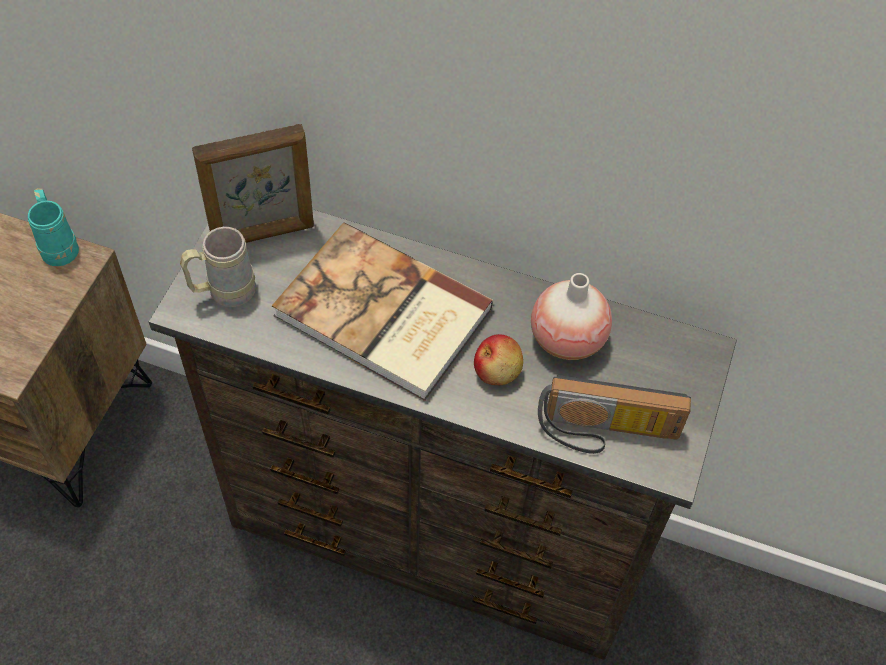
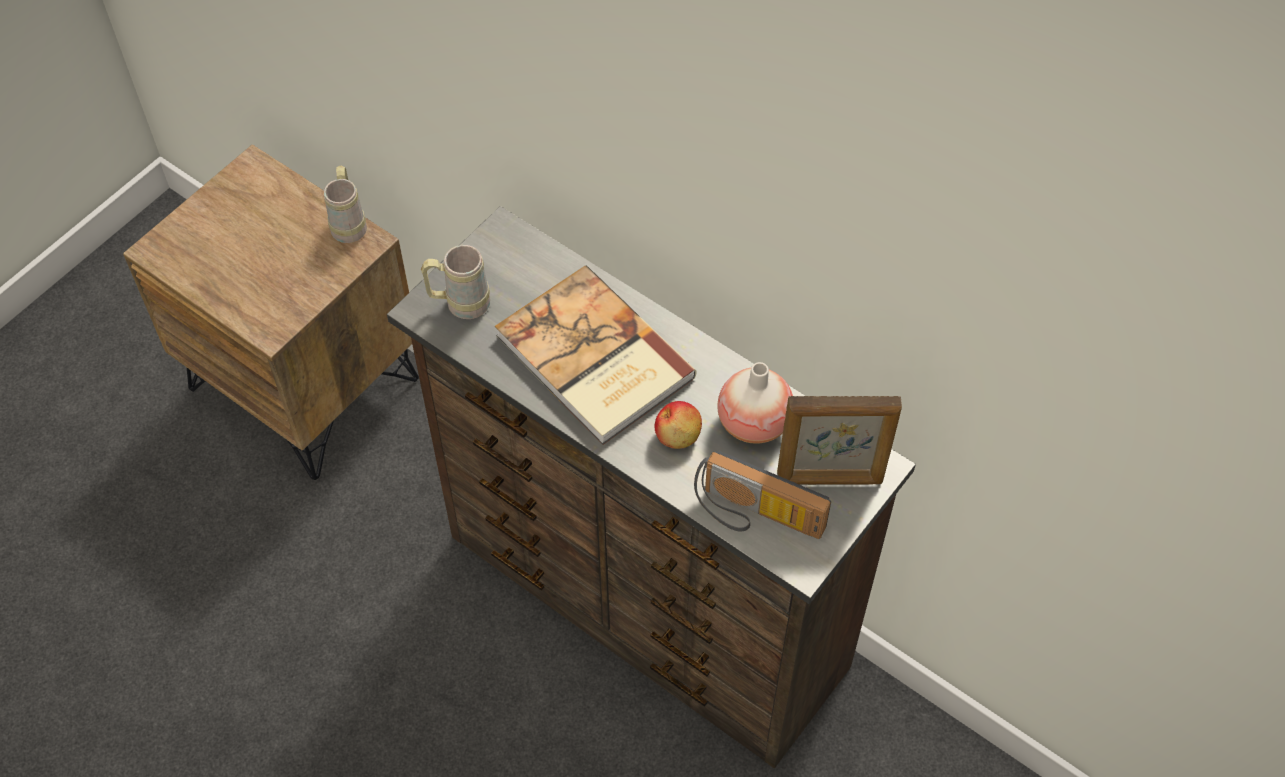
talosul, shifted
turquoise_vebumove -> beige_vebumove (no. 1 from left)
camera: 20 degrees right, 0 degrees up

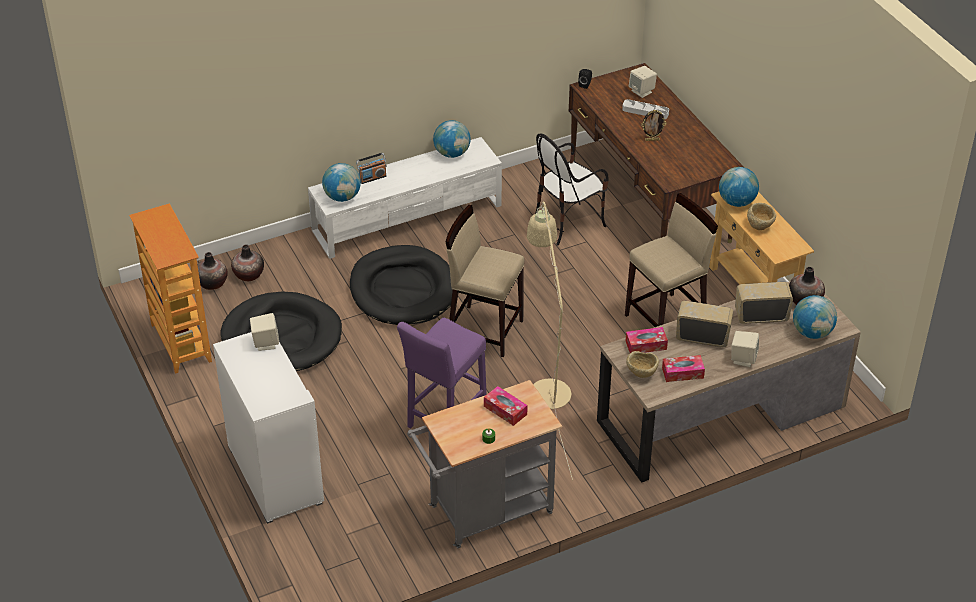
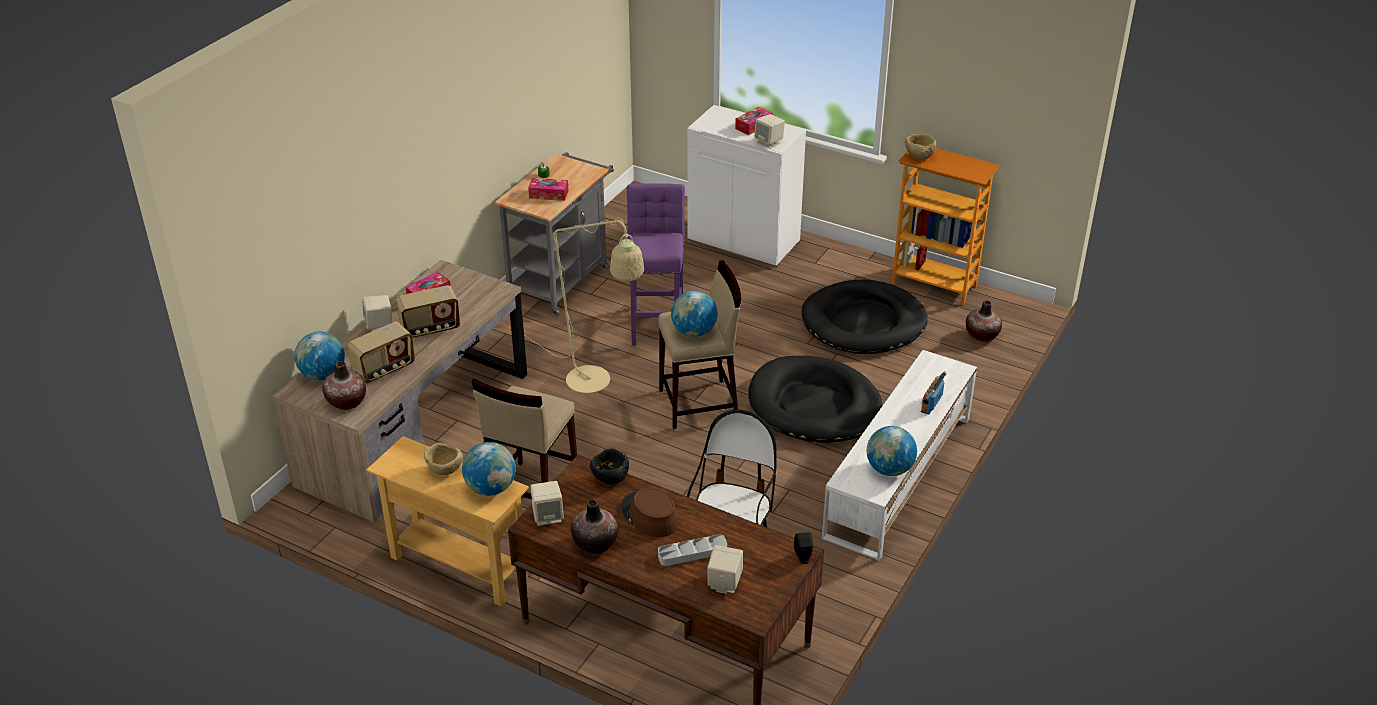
none -> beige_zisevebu (no. 2 from left)
none -> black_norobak
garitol (no. 2 from left), shifted
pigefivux (no. 1 from left in the first image) -> pigefivux (no. 3 from left), shifted
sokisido (no. 2 from left in the first image) -> sokisido (no. 3 from left), shifted
beige_norobak (no. 1 from left in the first image) -> beige_norobak (no. 2 from left), shifted
talosul -> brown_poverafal
camera: 145 degrees right, 5 degrees down

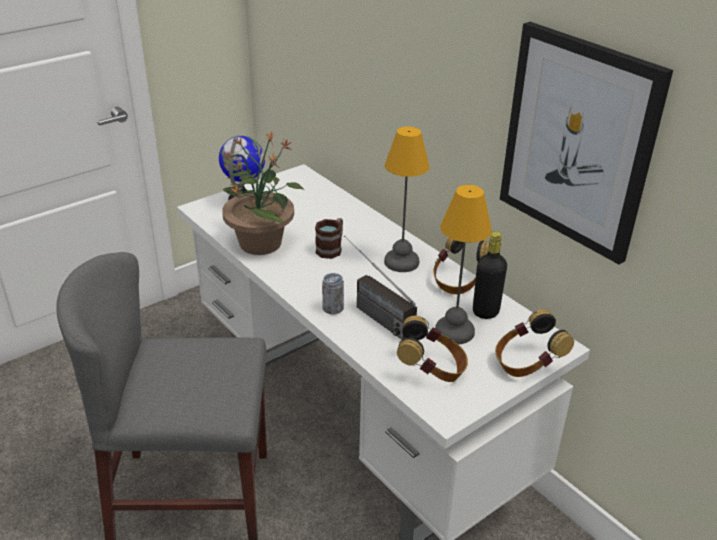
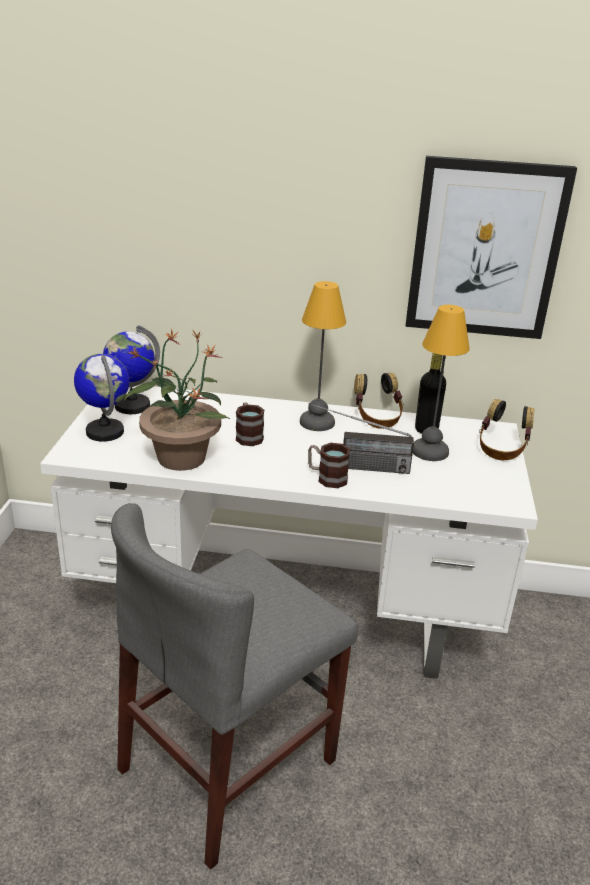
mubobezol (no. 1 from left) -> none
none -> pigefivux (no. 2 from left)
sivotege -> vebumove (no. 2 from left)
camera: 45 degrees left, 5 degrees down

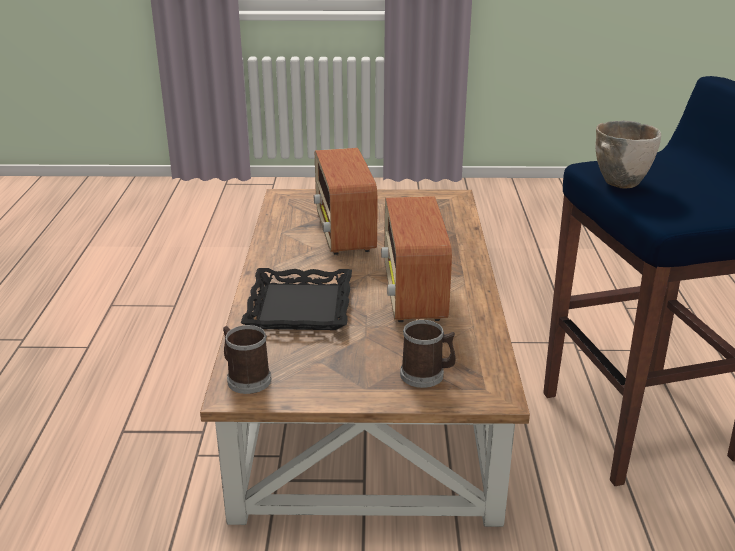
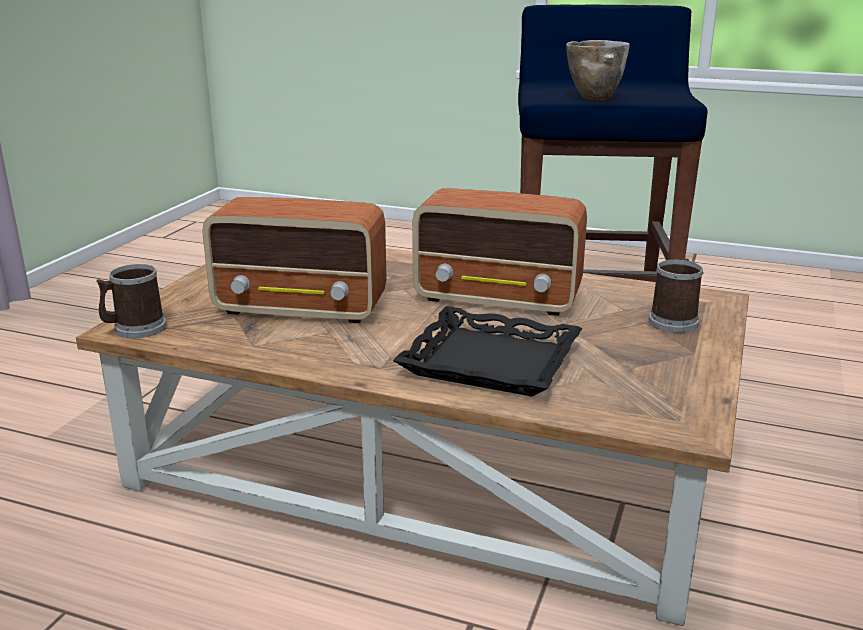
vebumove (no. 1 from left), shifted
camera: 70 degrees left, 5 degrees down

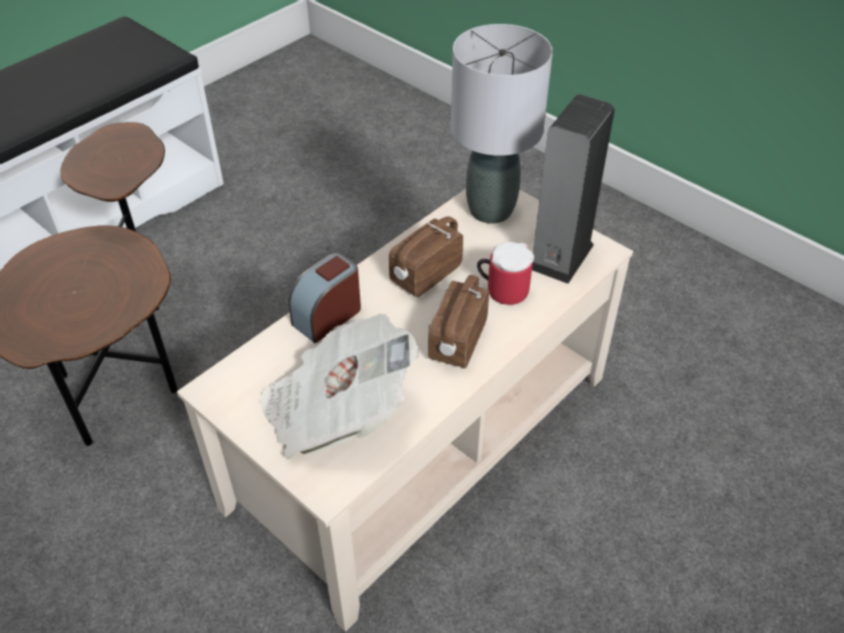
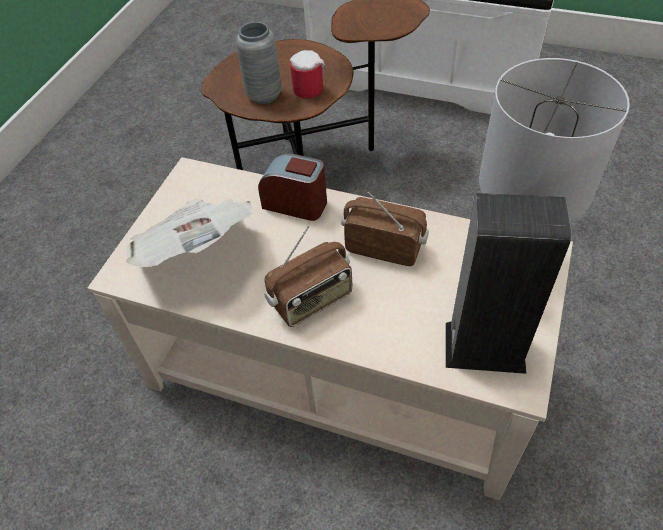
none -> grey_garitol
vebumove, shifted
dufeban (no. 2 from left in the first image) -> dufeban (no. 1 from left), 150 degrees clockwise
camera: 70 degrees right, 5 degrees up

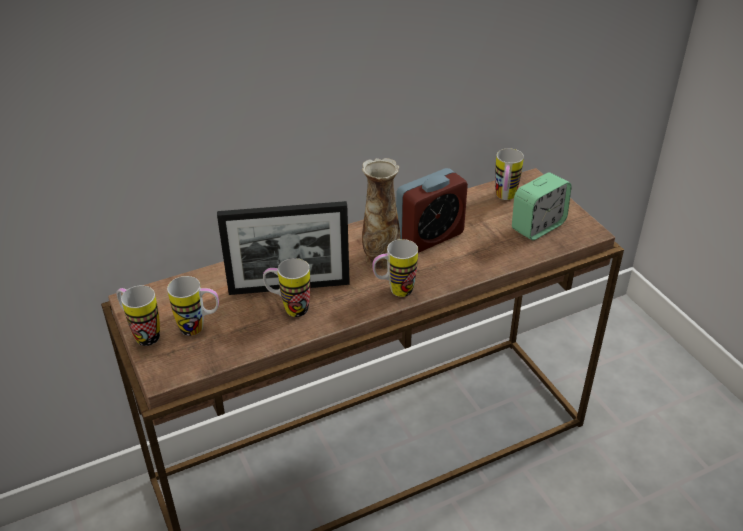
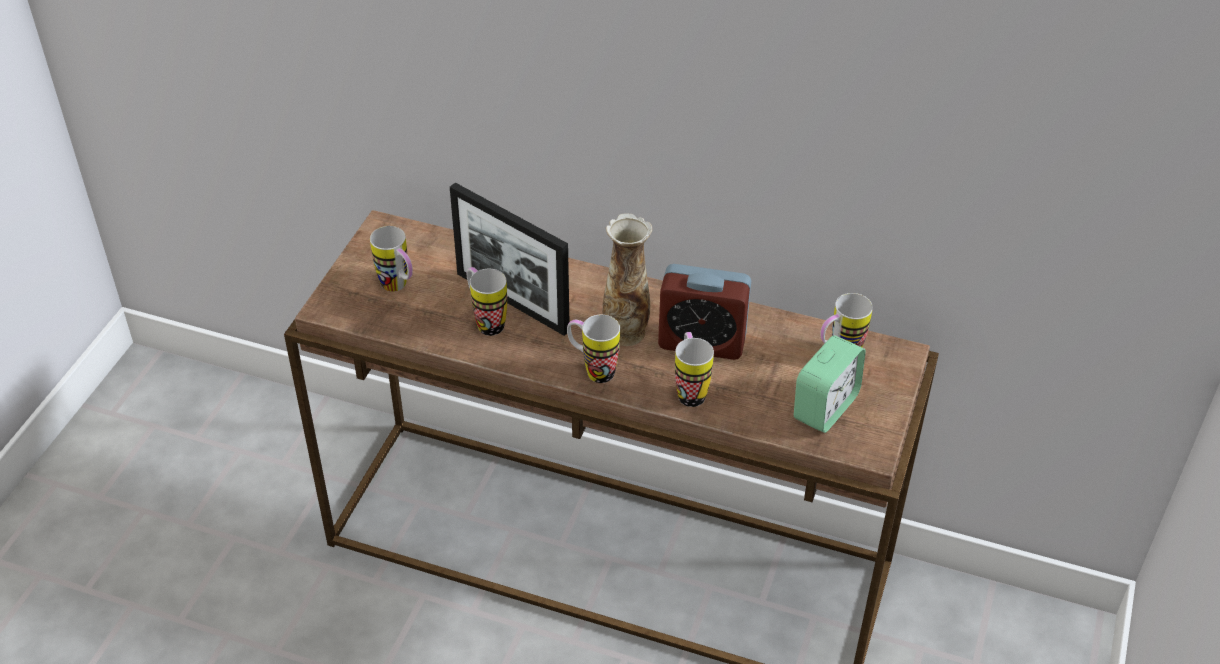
vebumove (no. 1 from left in the first image) -> vebumove (no. 4 from left), shifted
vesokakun (no. 2 from left), 60 degrees counterclockwise
camera: 45 degrees right, 5 degrees up

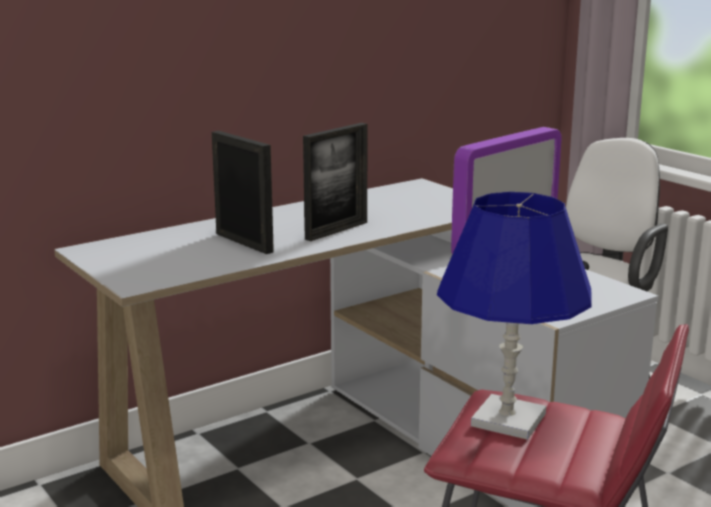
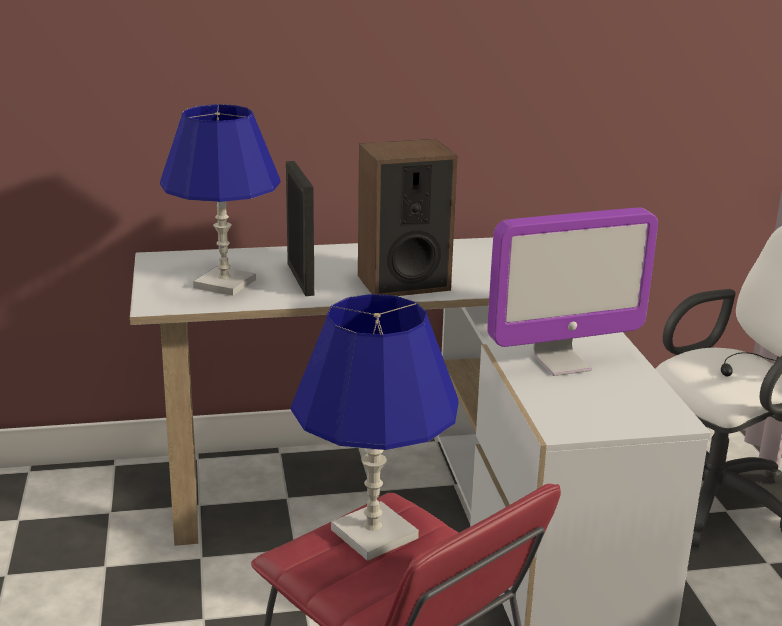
none -> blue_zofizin (no. 1 from left)
talosul (no. 2 from left) -> zisevebu
camera: 25 degrees right, 5 degrees up

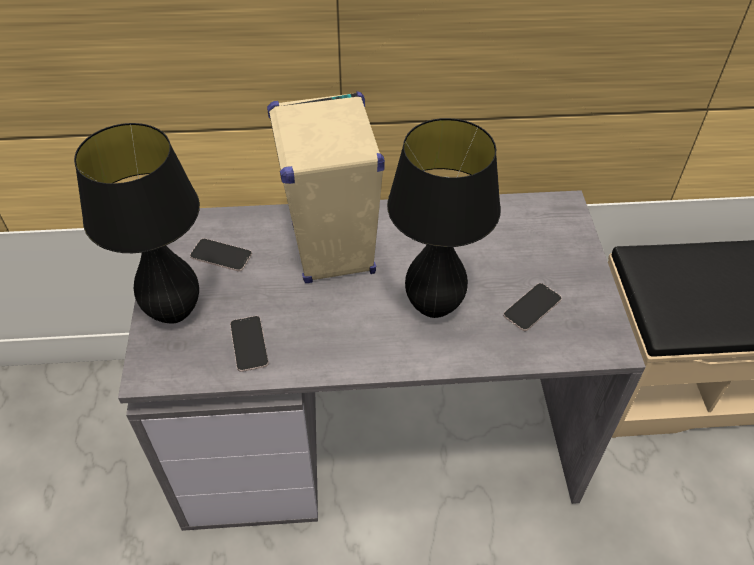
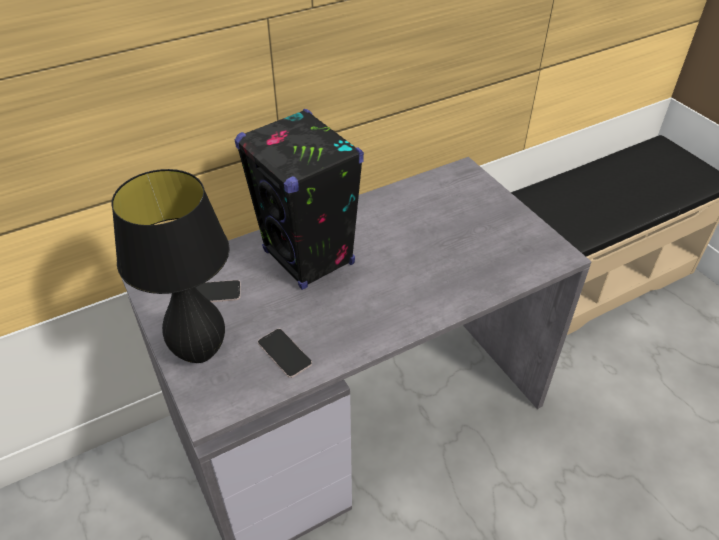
black_zofizin (no. 2 from left) -> none
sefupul (no. 3 from left) -> none
beige_zisevebu -> black_zisevebu
camera: 25 degrees left, 5 degrees down

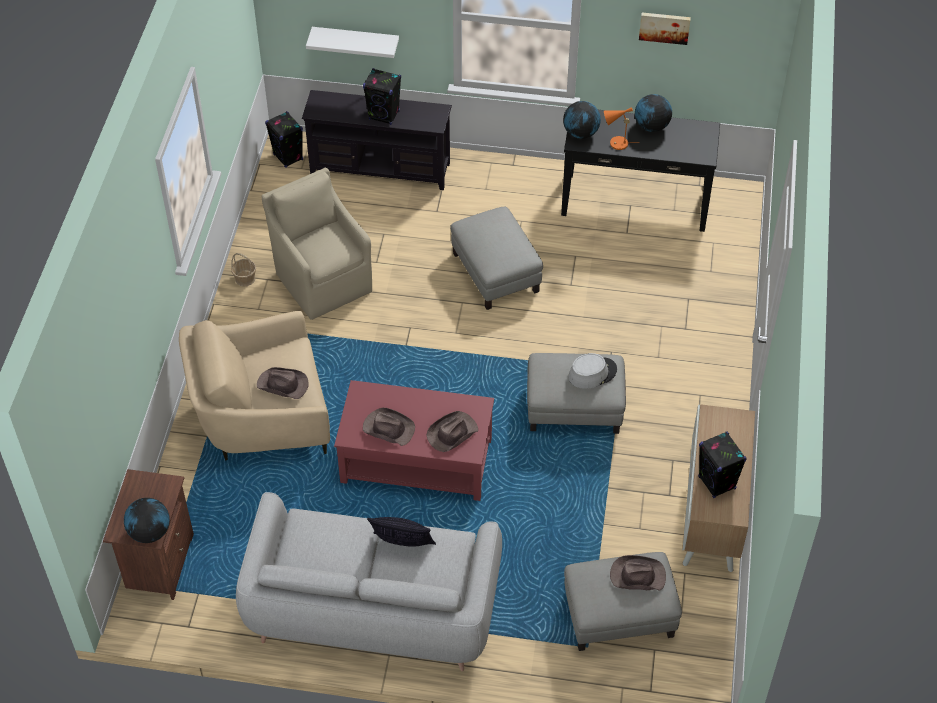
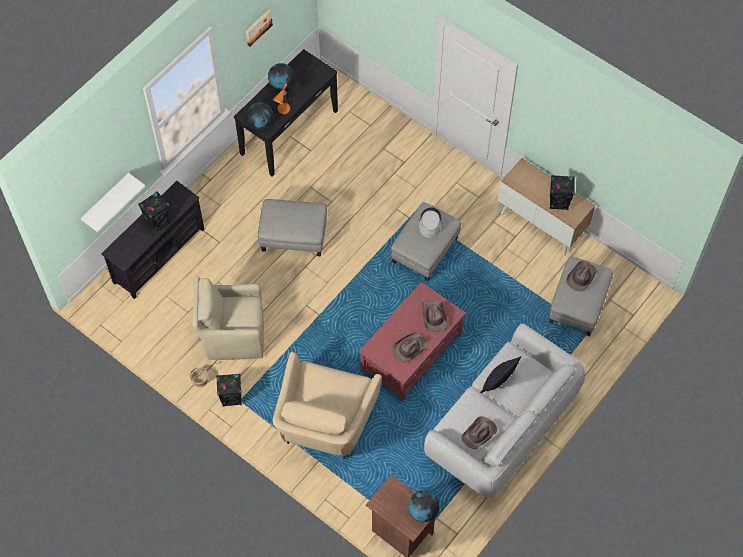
brown_poverafal (no. 1 from left in the first image) -> brown_poverafal (no. 3 from left), shifted
black_zisevebu (no. 1 from left in the first image) -> black_zisevebu (no. 2 from left), shifted
camera: 60 degrees left, 10 degrees up

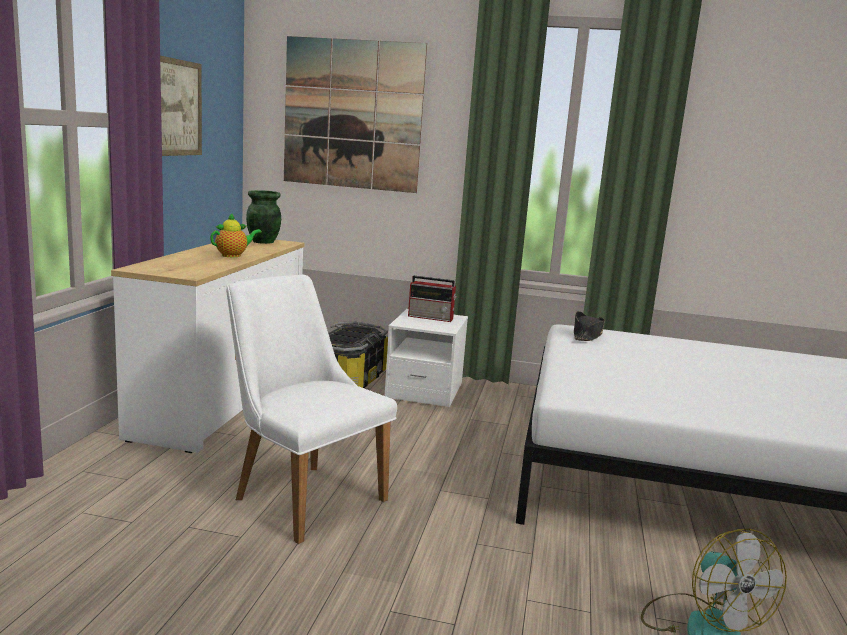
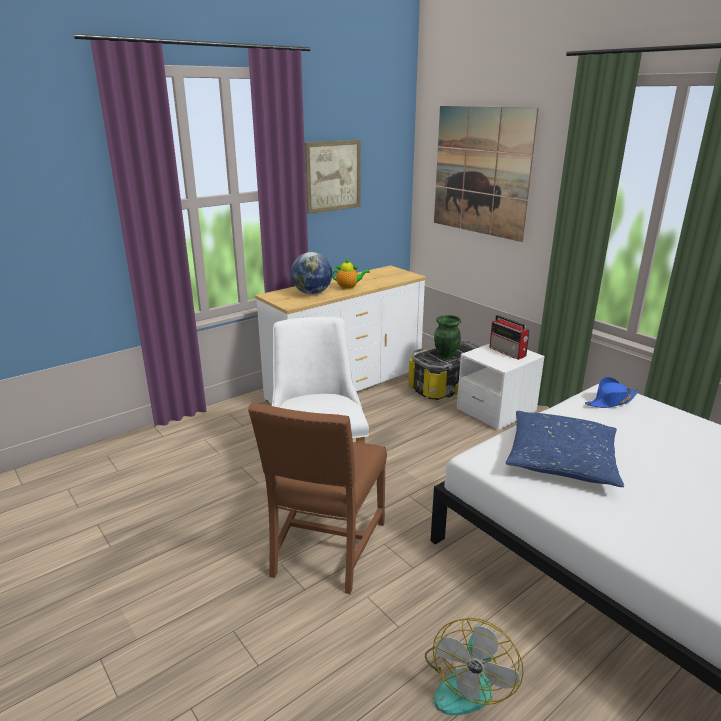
none -> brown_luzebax
none -> pigefivux
none -> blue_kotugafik
green_garitol, shifted
black_poverafal -> blue_poverafal
camera: 40 degrees right, 10 degrees up

